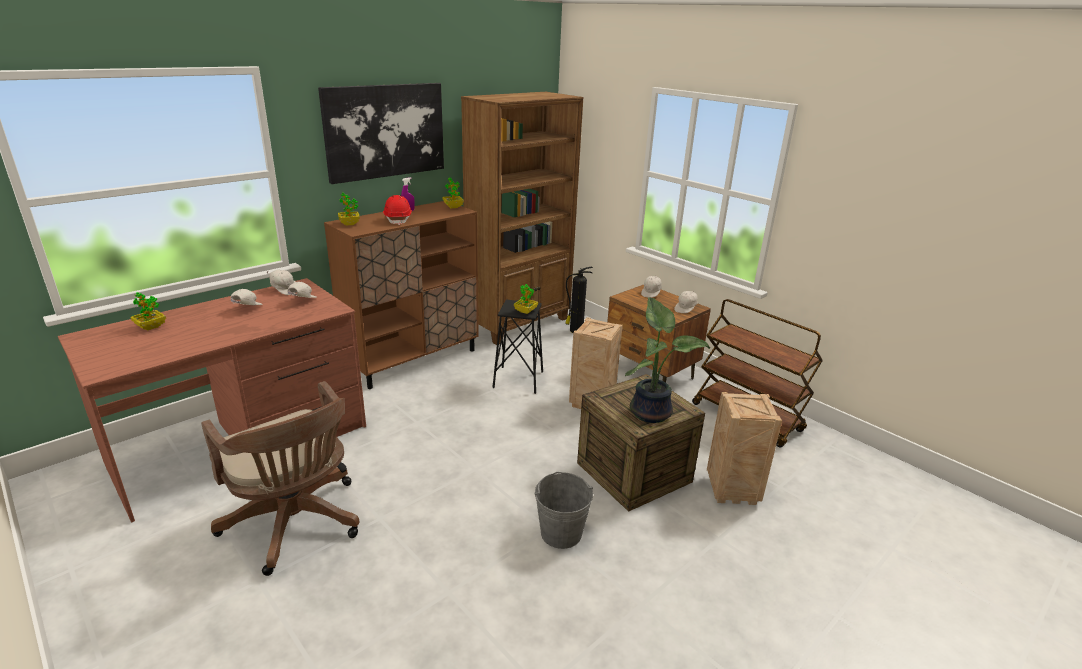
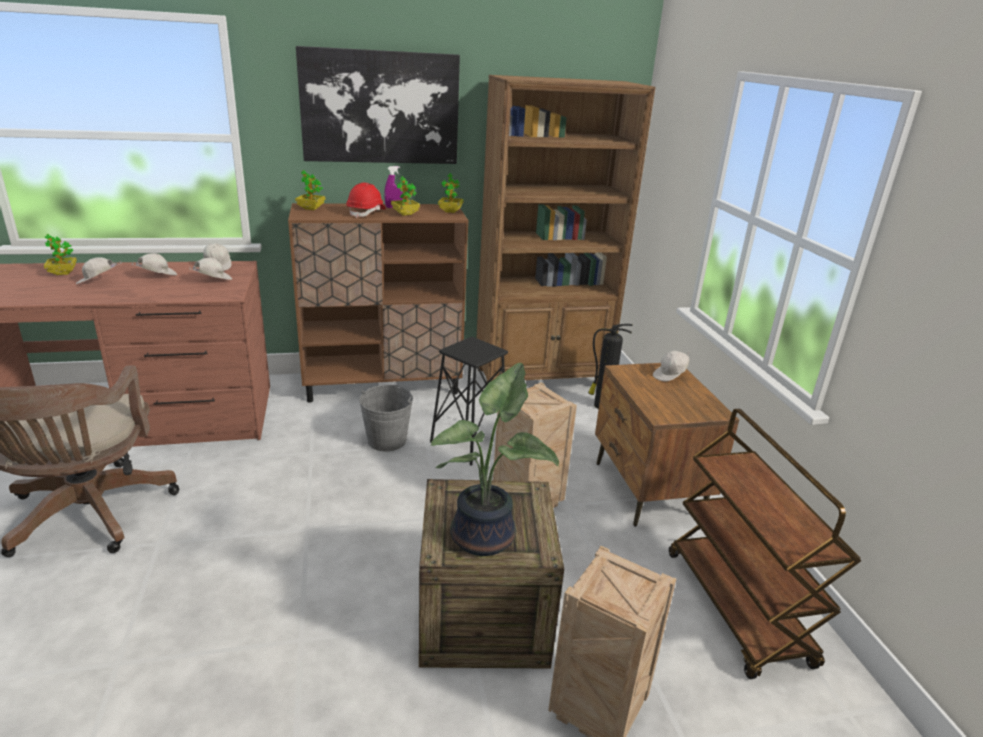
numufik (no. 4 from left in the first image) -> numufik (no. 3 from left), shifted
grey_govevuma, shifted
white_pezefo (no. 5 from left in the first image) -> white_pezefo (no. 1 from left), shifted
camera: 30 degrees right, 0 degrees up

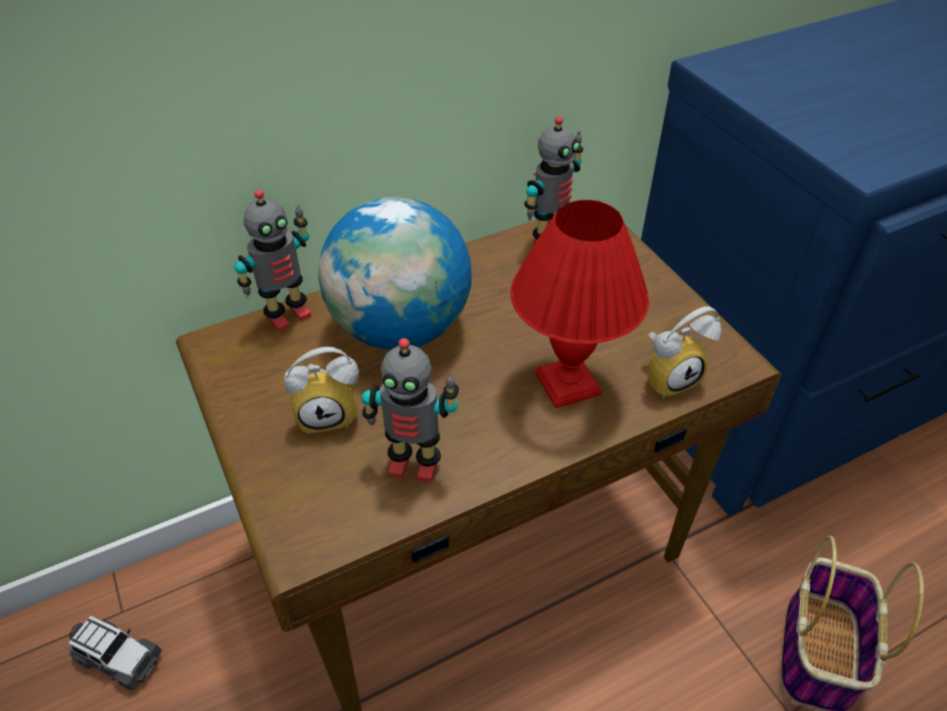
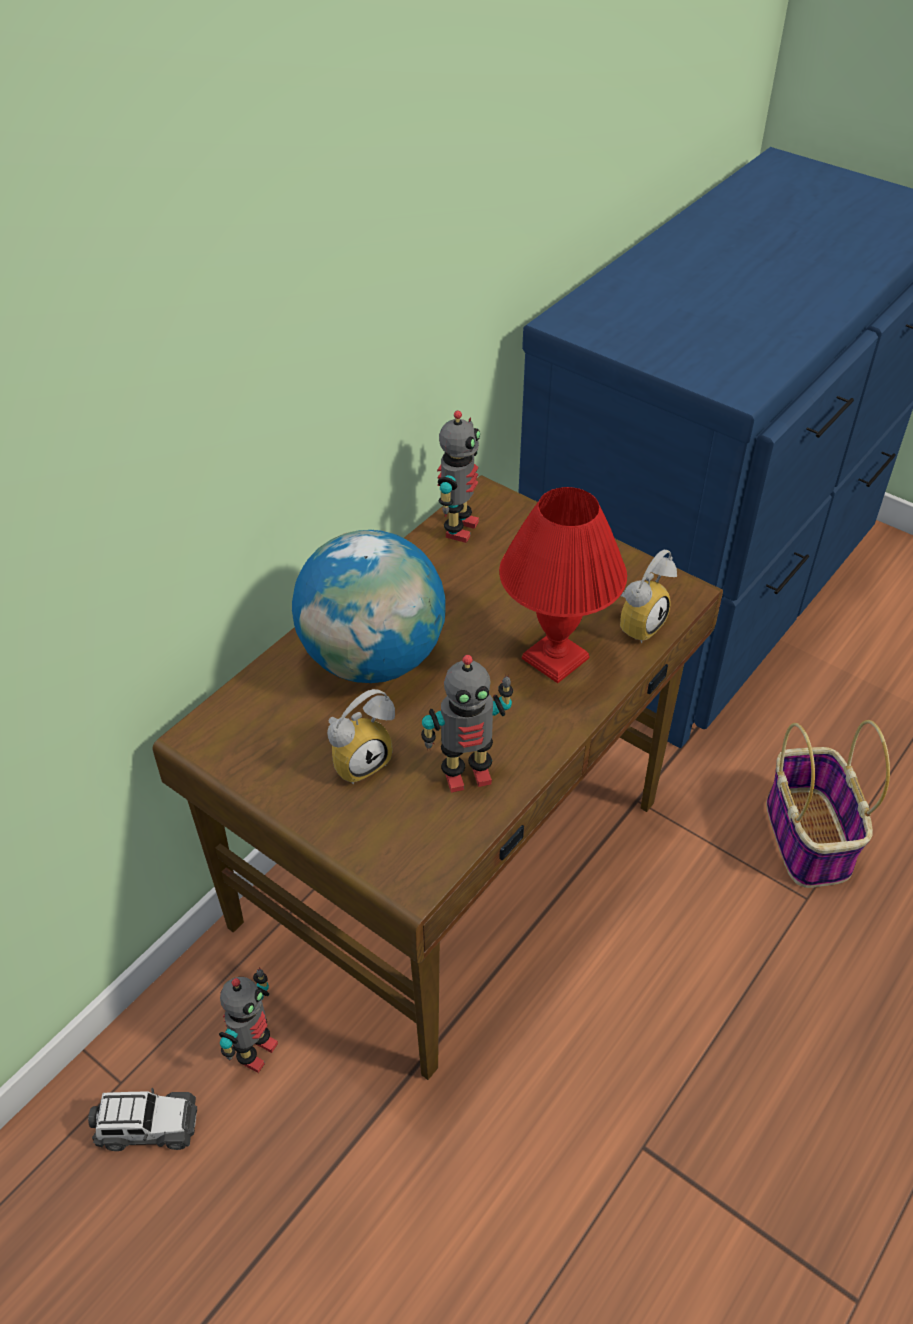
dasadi (no. 1 from left), shifted
camera: 25 degrees left, 0 degrees up

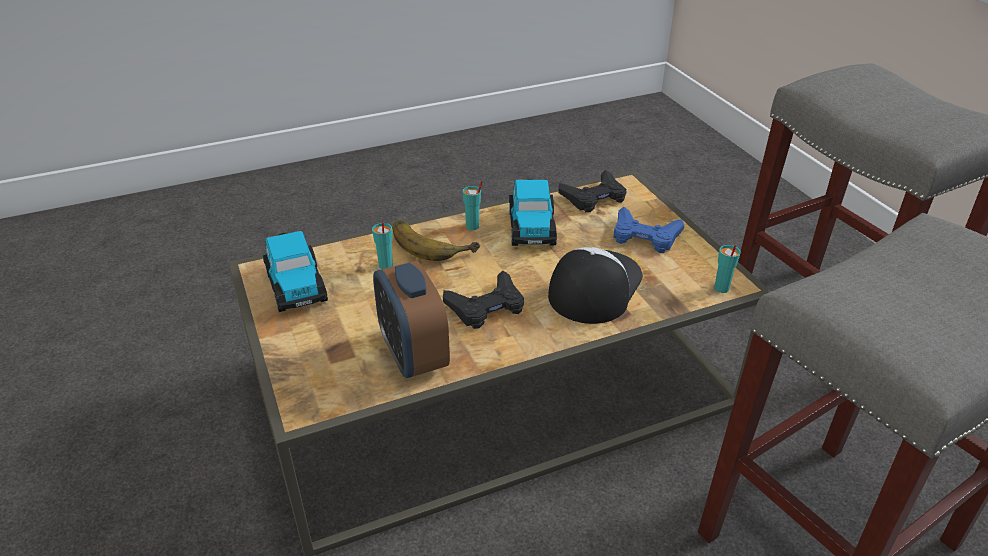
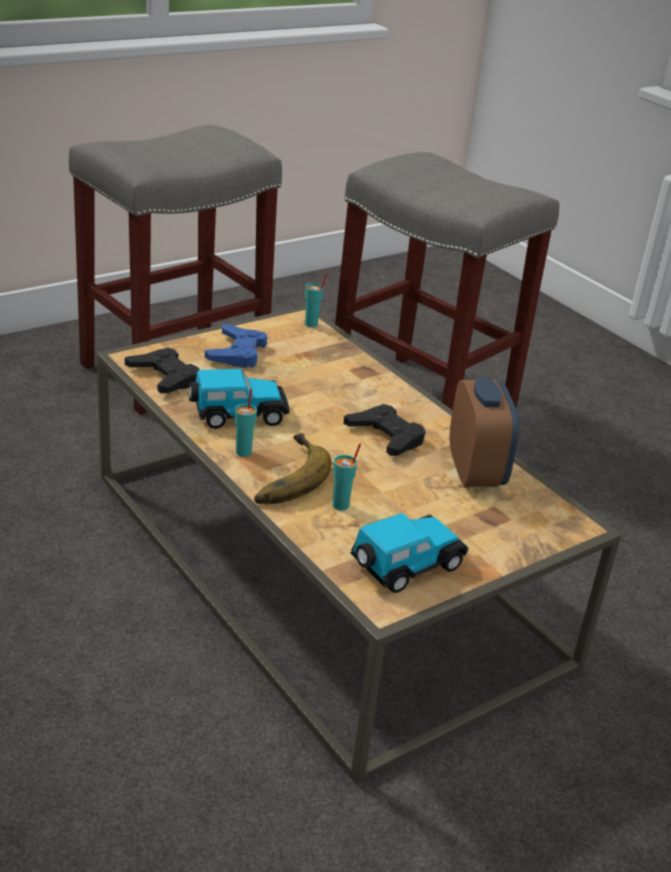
pezefo -> none
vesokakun, 60 degrees counterclockwise
camera: 105 degrees left, 5 degrees down

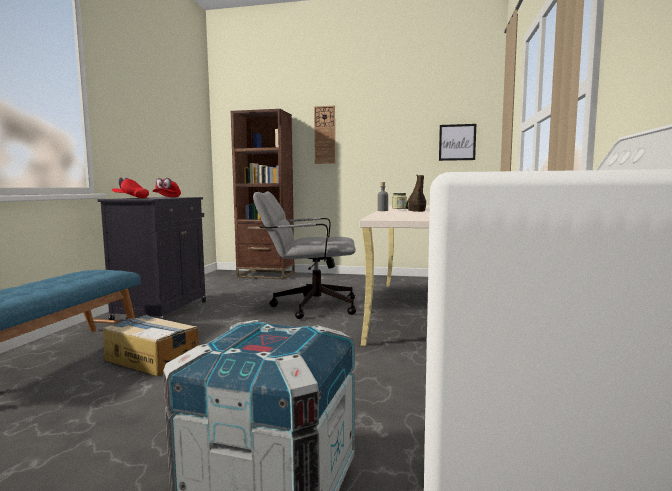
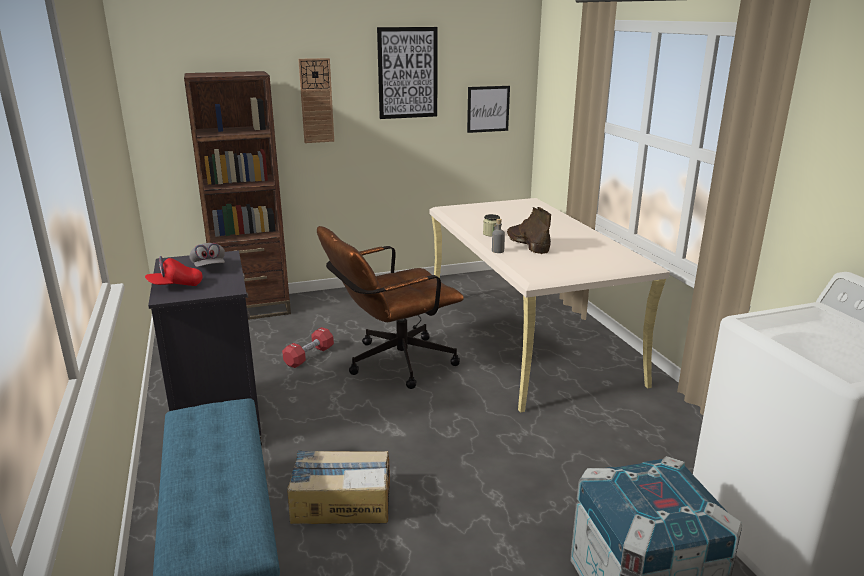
none -> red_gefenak
none -> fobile (no. 1 from left)
red_pezefo (no. 2 from left) -> grey_pezefo
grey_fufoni -> brown_fufoni
camera: 30 degrees left, 15 degrees up

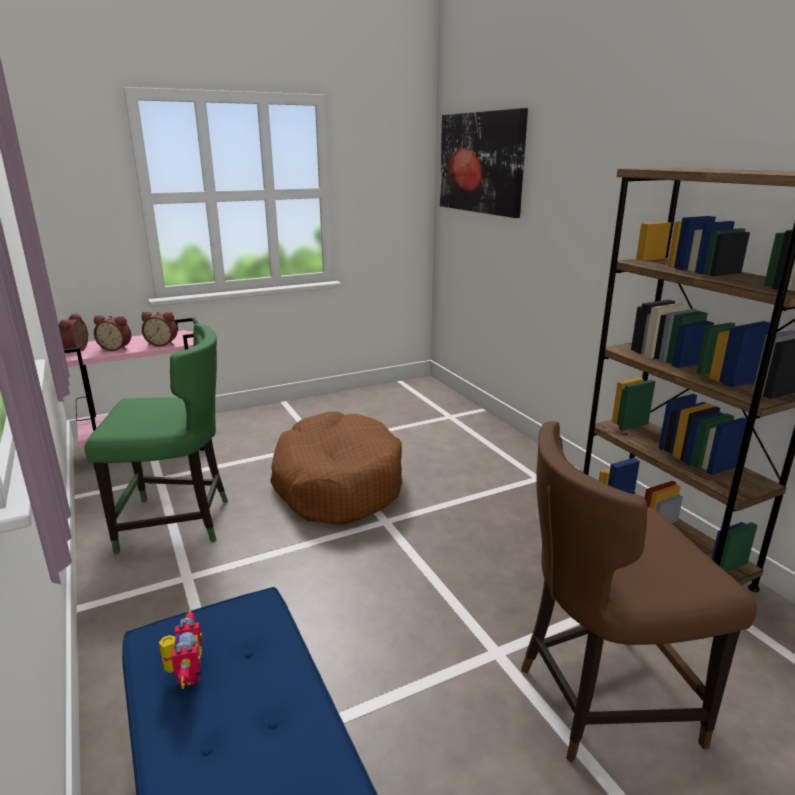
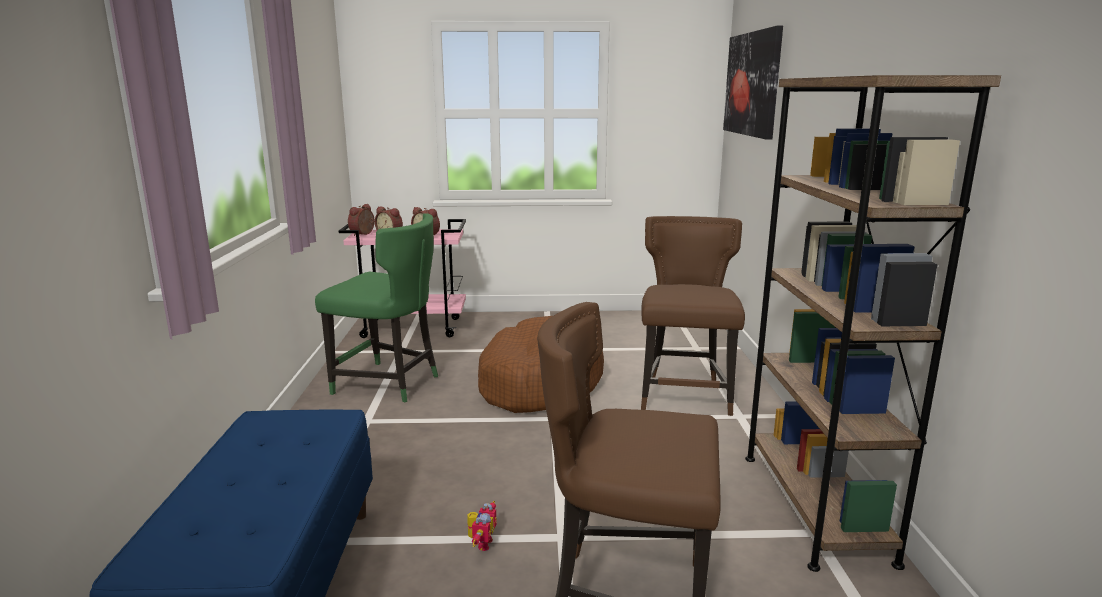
none -> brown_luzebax (no. 2 from left)
dasadi, shifted
camera: 25 degrees right, 5 degrees down

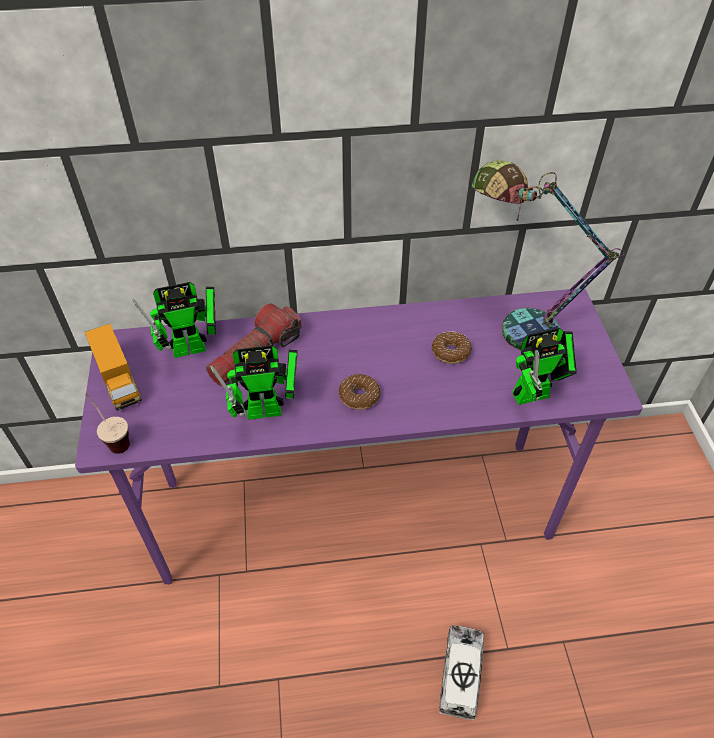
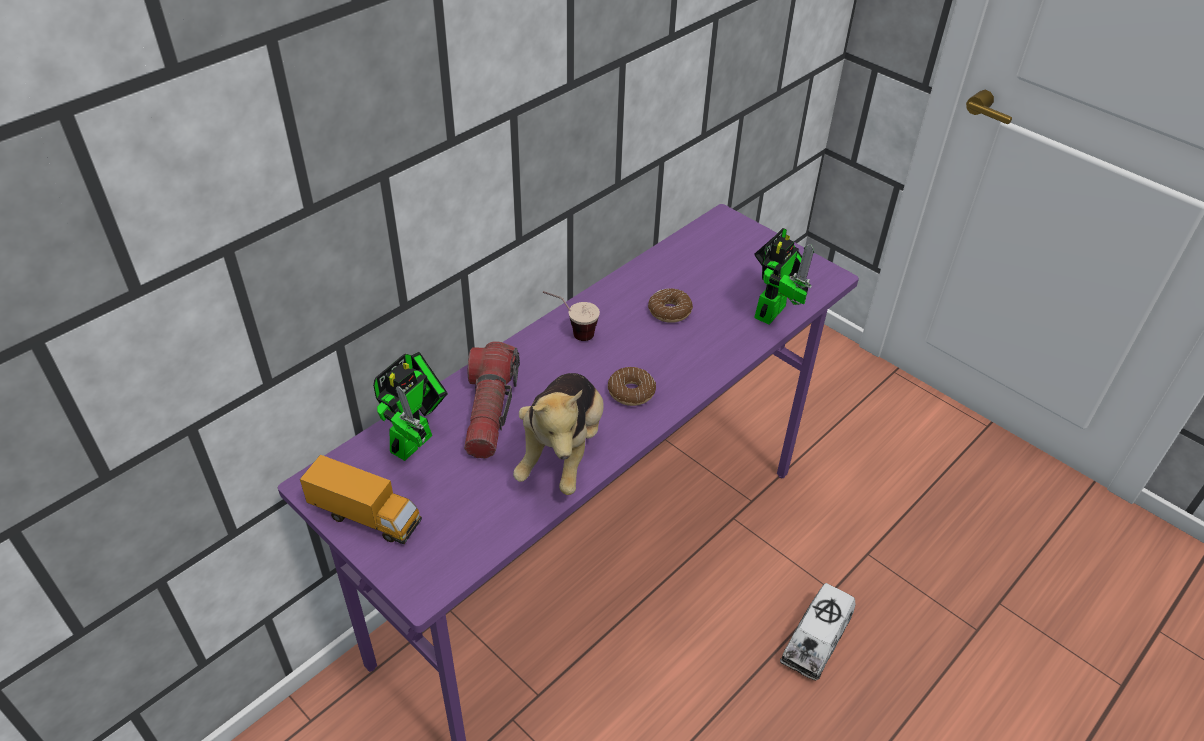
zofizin -> none
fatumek, shifted
dasadi (no. 2 from left) -> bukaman
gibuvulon (no. 2 from left), 120 degrees counterclockwise
camera: 40 degrees left, 5 degrees down

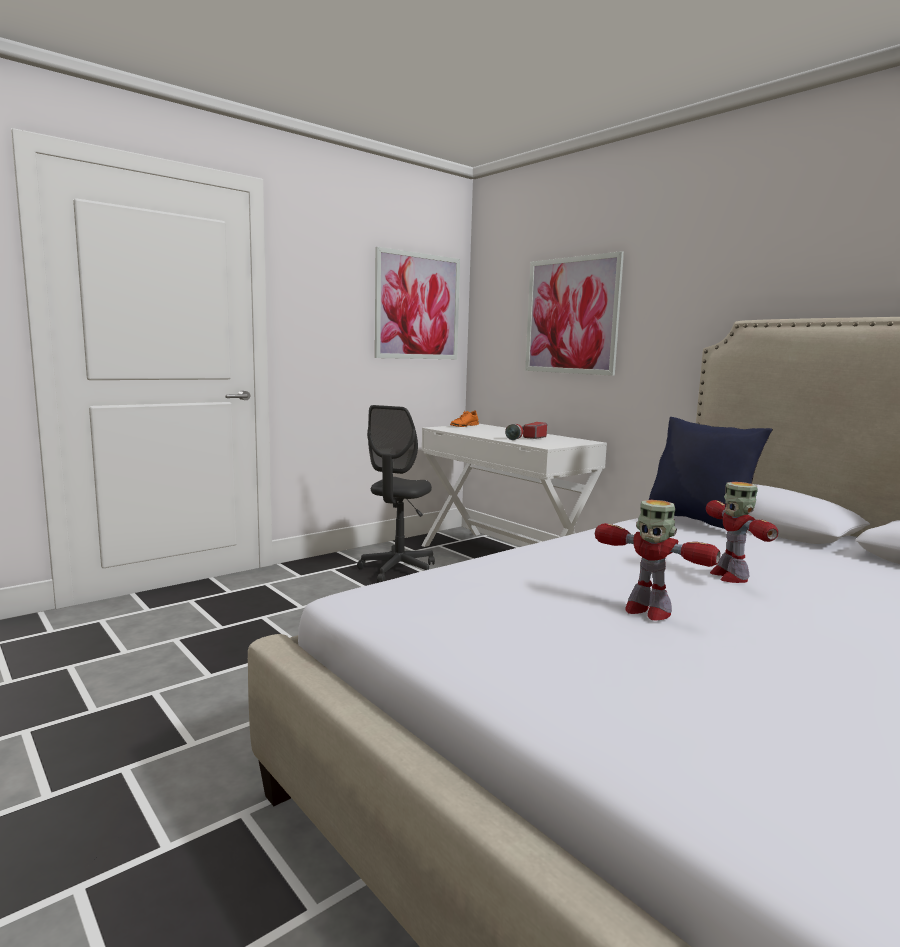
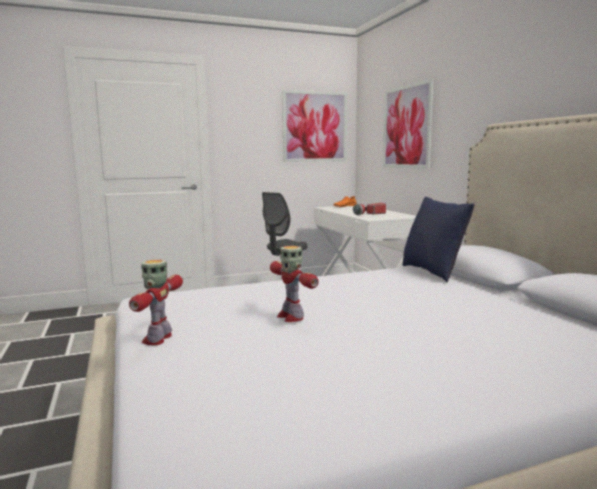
dasadi (no. 2 from left in the first image) -> dasadi (no. 1 from left), shifted
camera: 20 degrees right, 0 degrees up

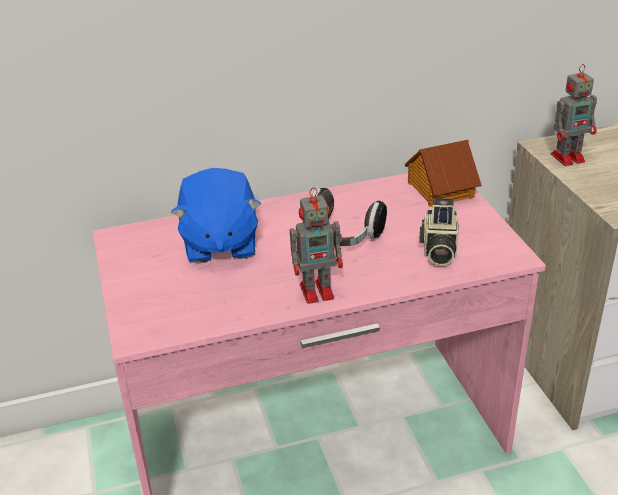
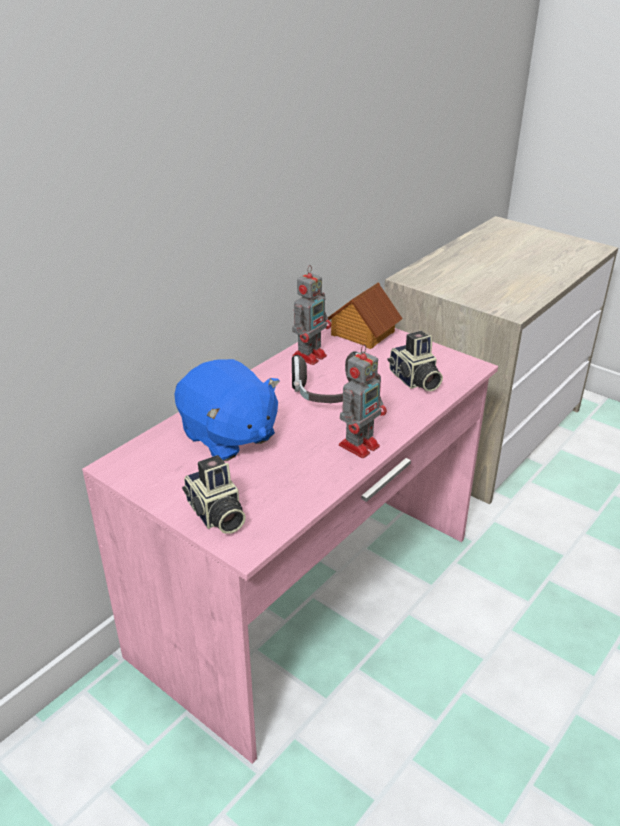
none -> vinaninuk (no. 1 from left)
dasadi (no. 2 from left in the first image) -> dasadi (no. 1 from left), shifted
camera: 35 degrees left, 0 degrees up

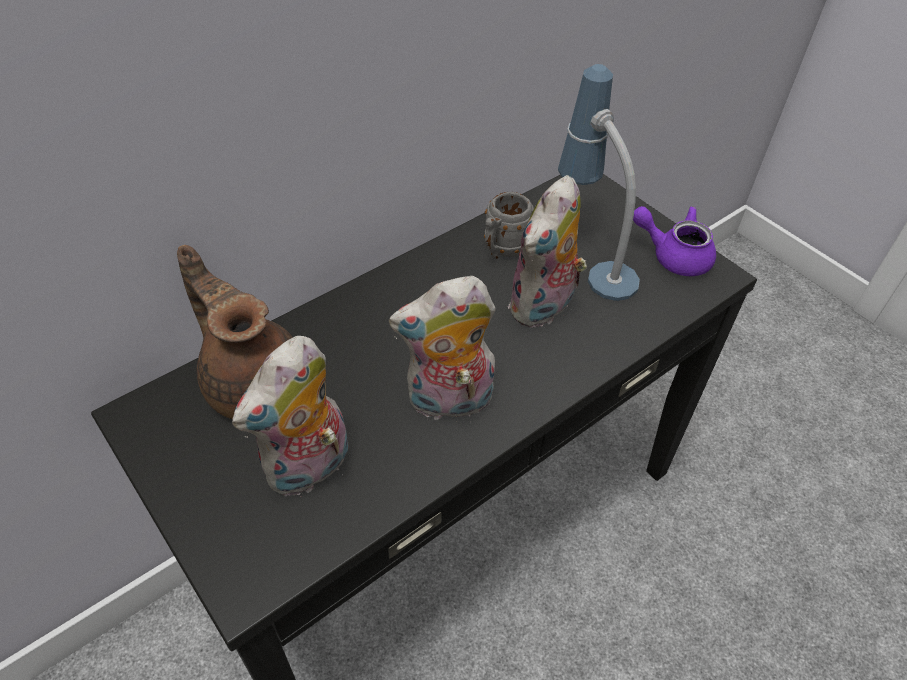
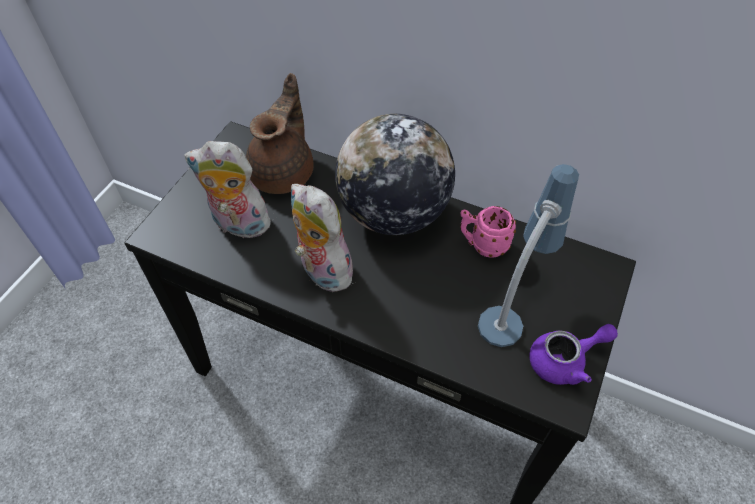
bukaman (no. 3 from left) -> none
none -> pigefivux
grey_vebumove -> pink_vebumove
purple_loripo, 75 degrees clockwise
camera: 65 degrees right, 5 degrees up

